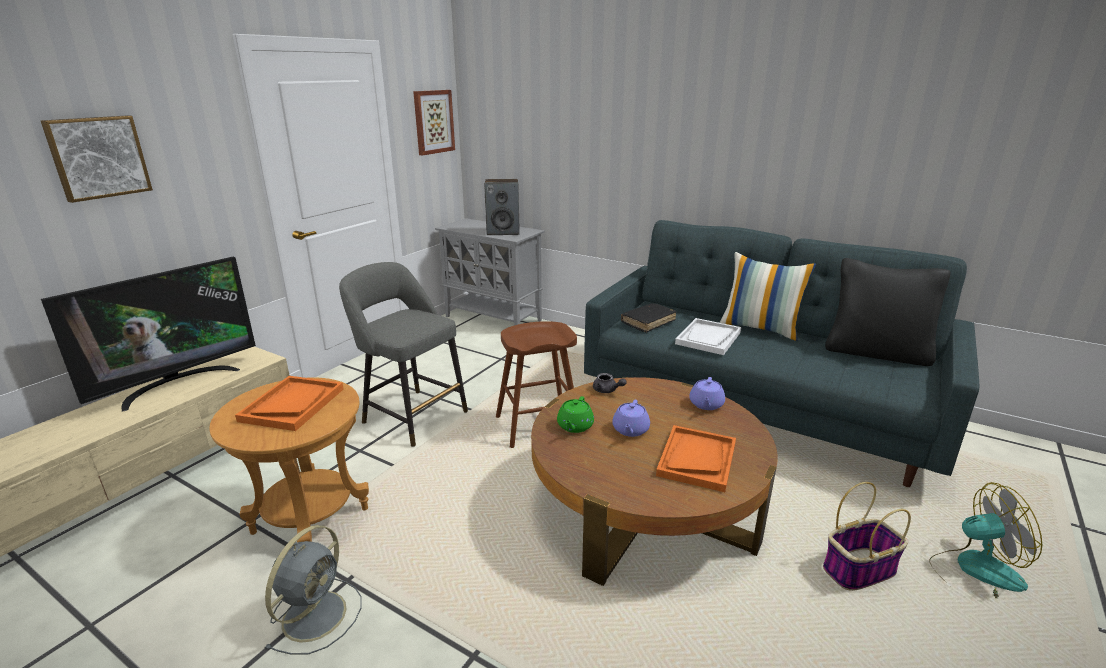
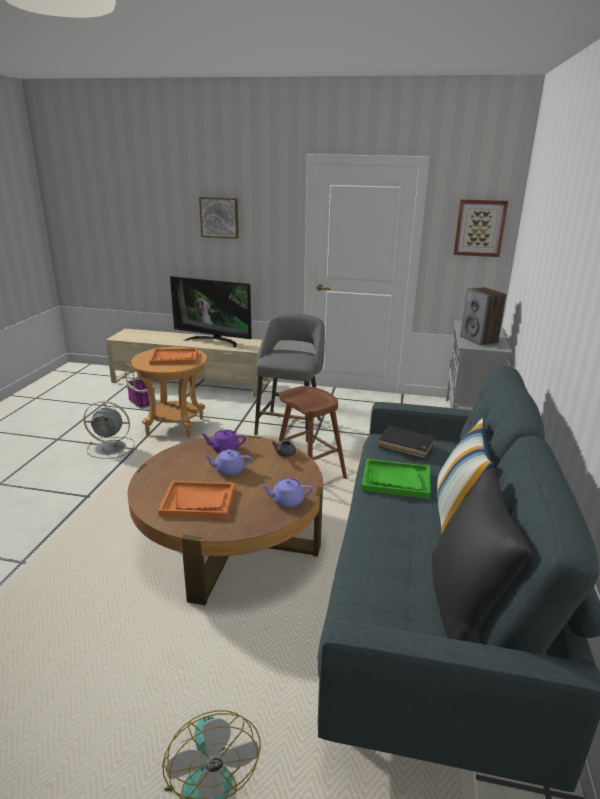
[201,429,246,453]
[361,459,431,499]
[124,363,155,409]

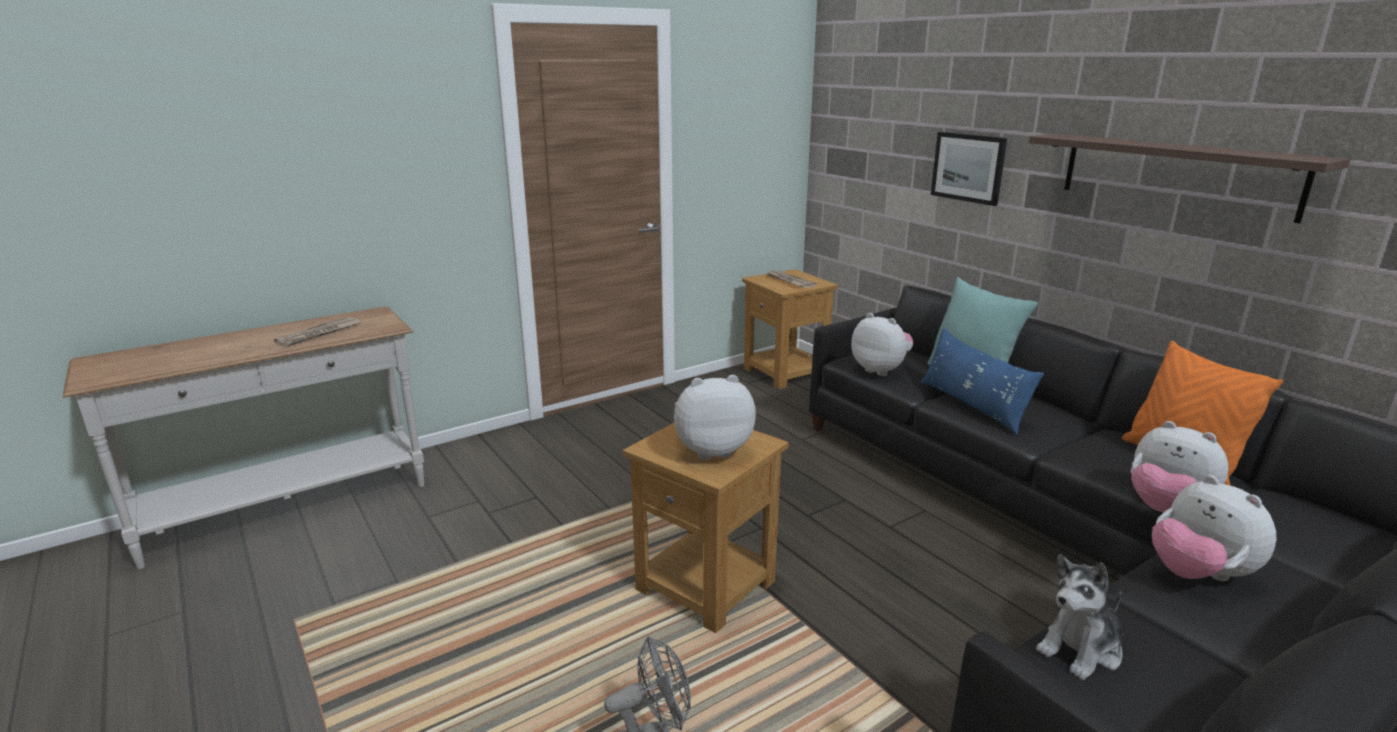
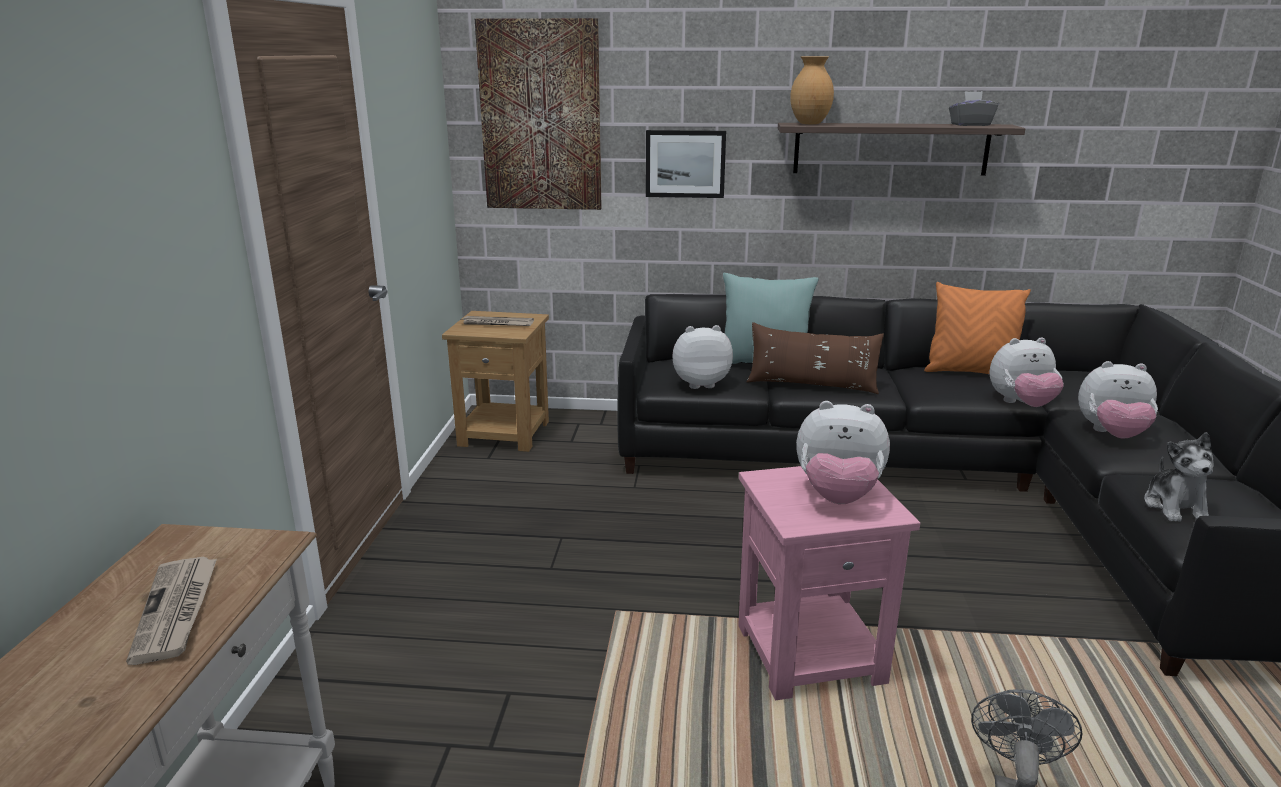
[738,466,920,700]
[796,401,890,504]
[747,322,884,394]
[475,18,602,210]
[790,56,834,124]
[949,91,998,126]

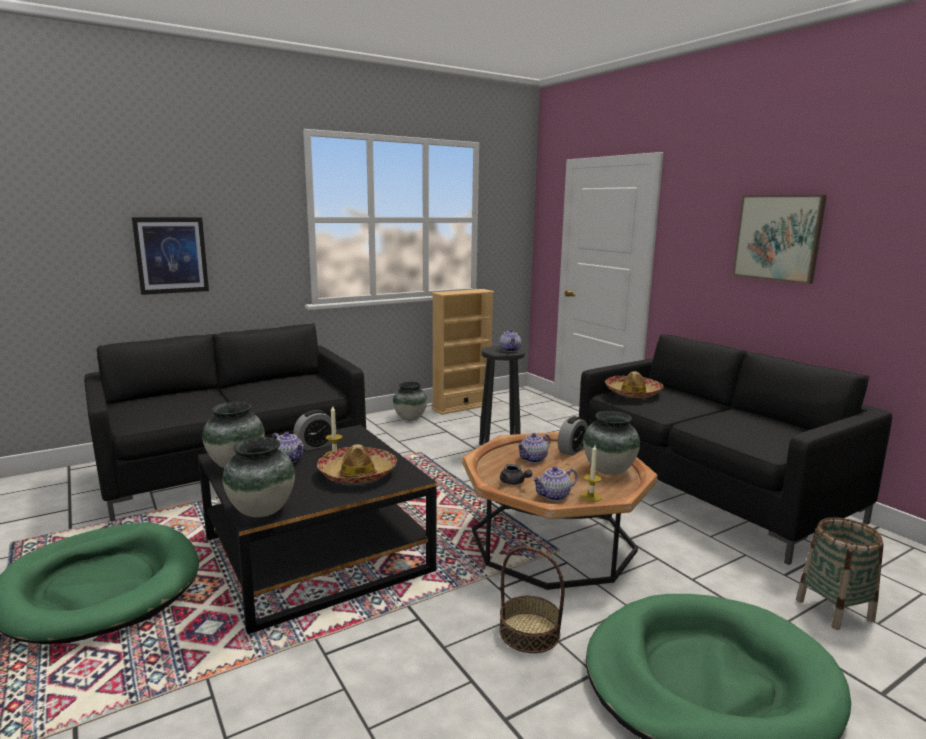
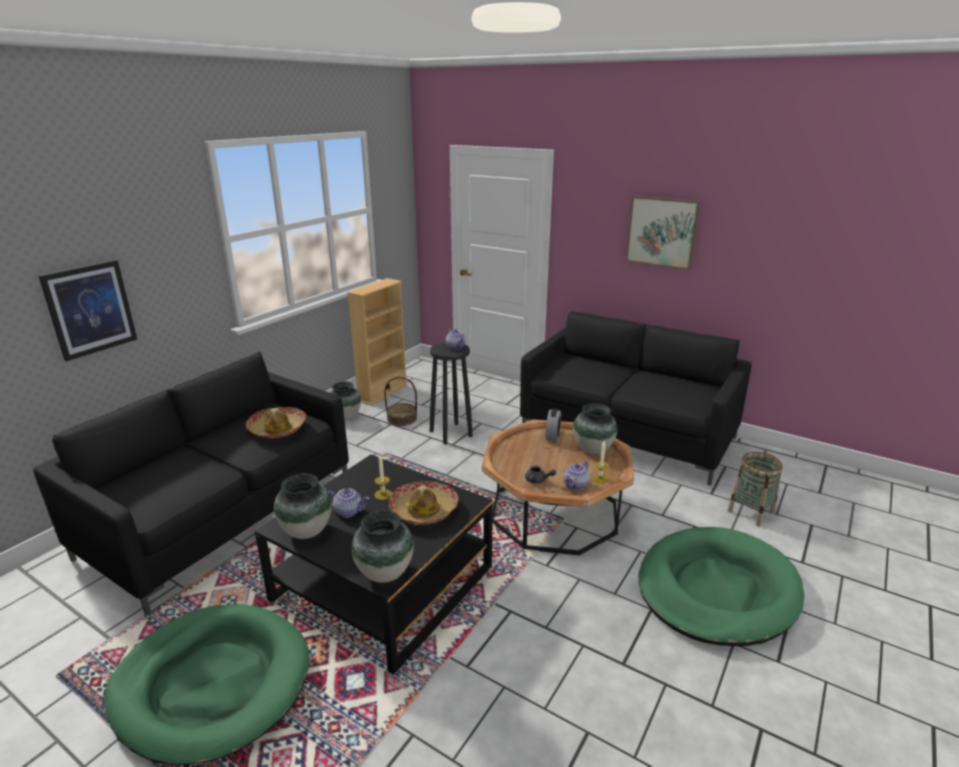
[293,410,337,451] (first image)
[384,377,417,426]
[517,433,551,463] (first image)
[246,407,306,438]

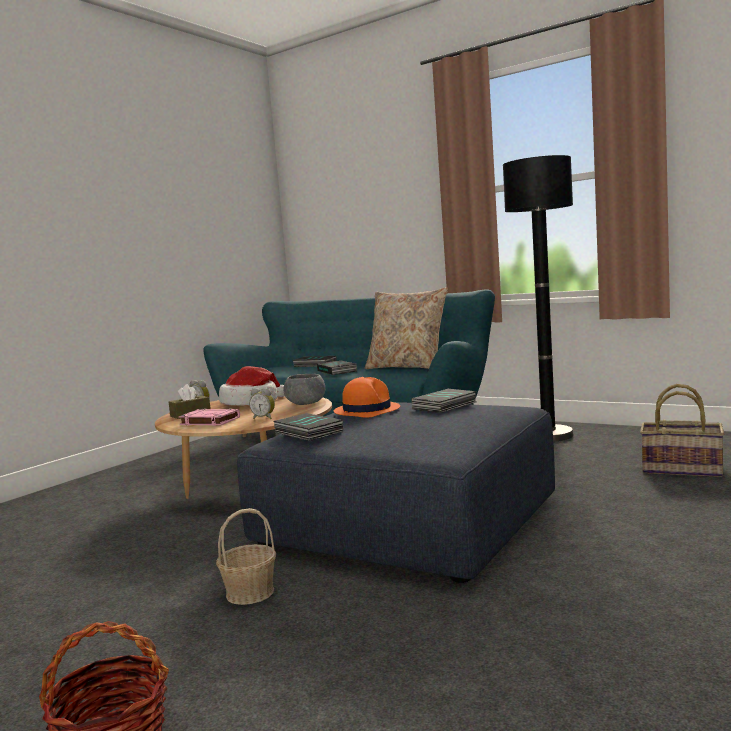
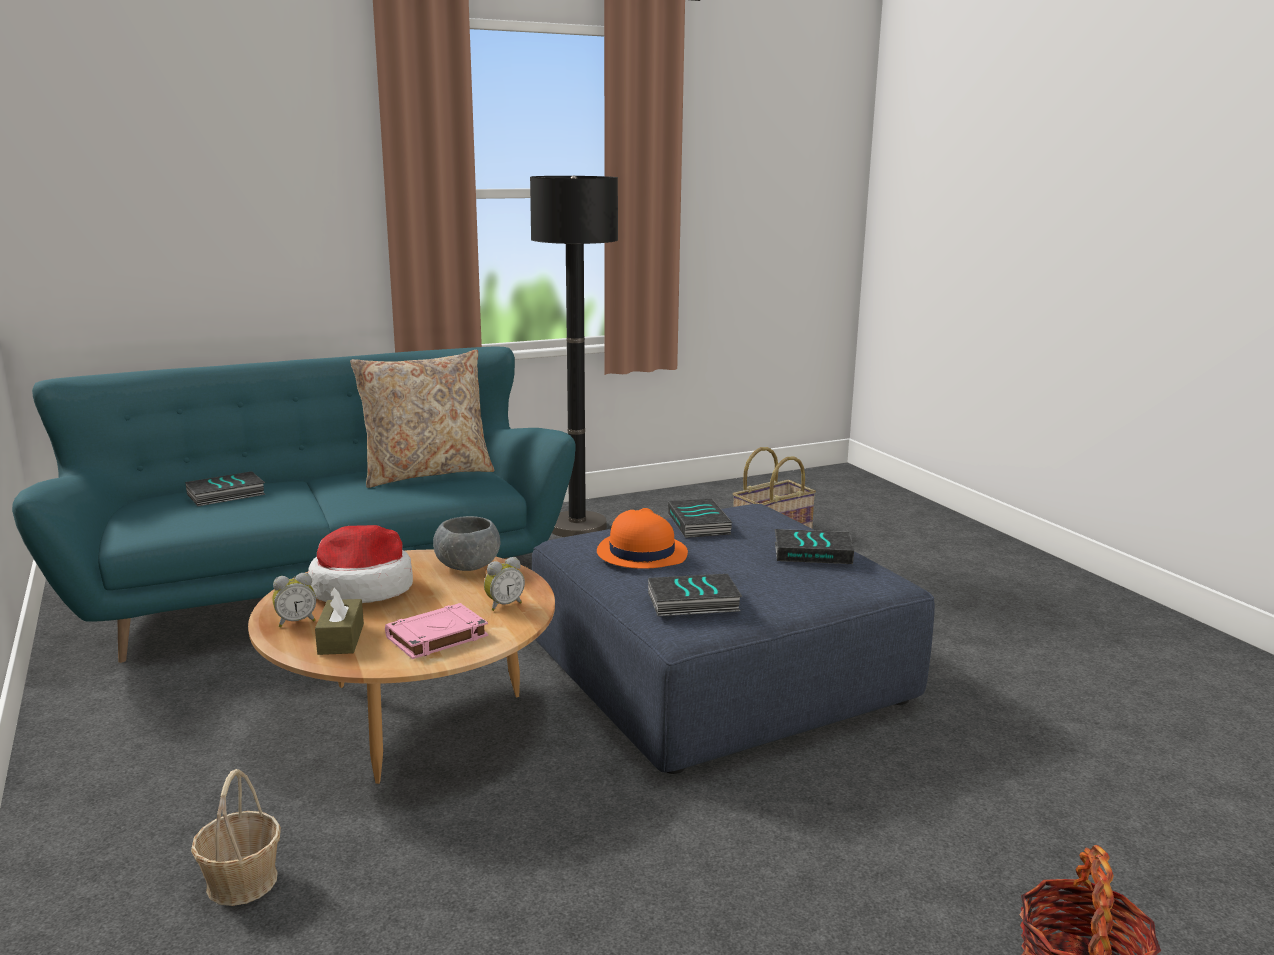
[191,769,281,906]
[774,529,854,564]

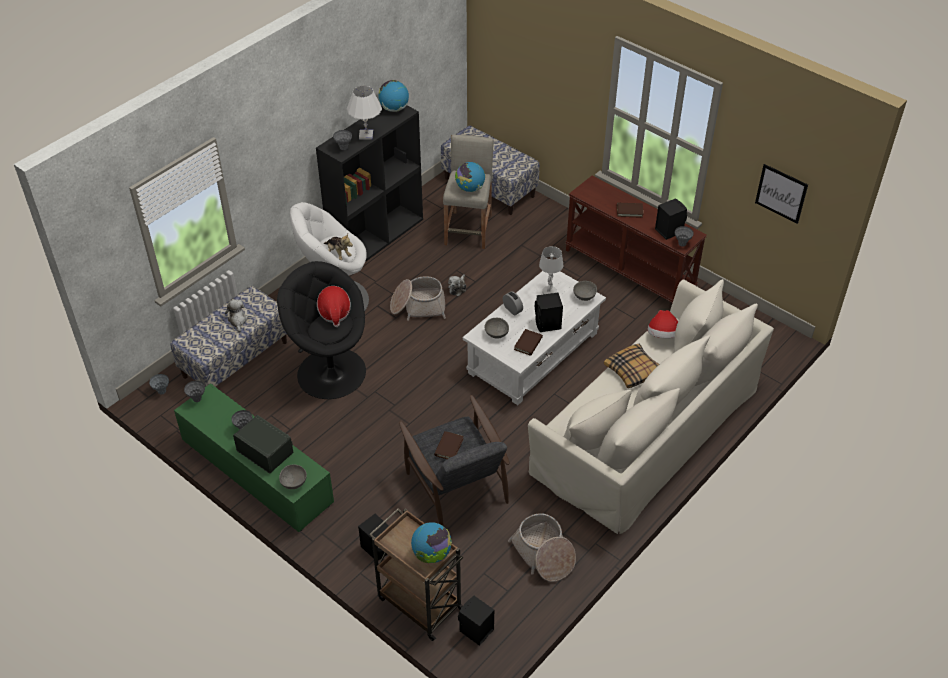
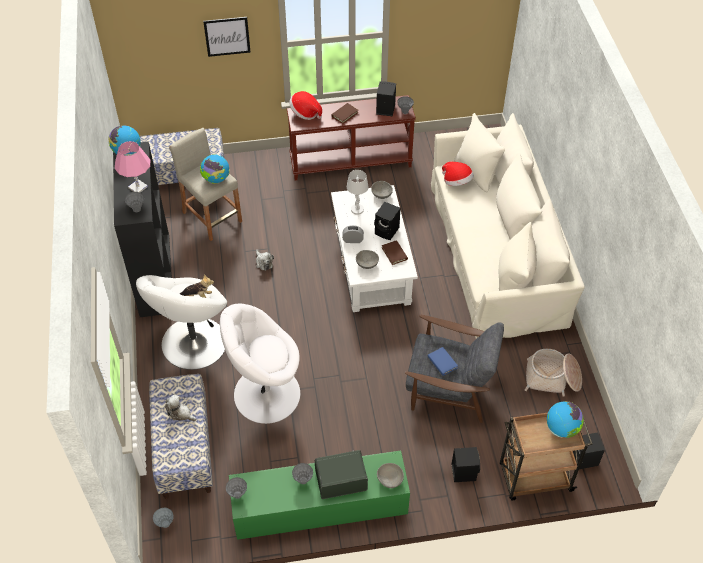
[220,303,300,424]
[290,91,322,120]
[115,141,151,193]
[390,276,446,321] (first image)
[428,347,458,376]
[604,344,659,388] (first image)
[203,17,250,57]

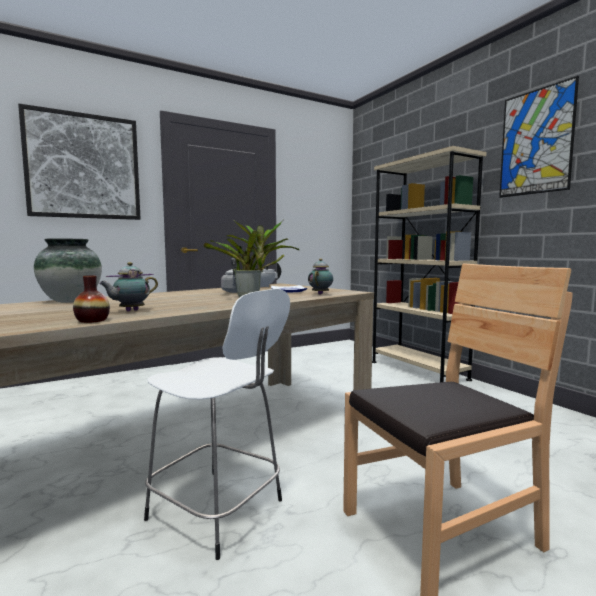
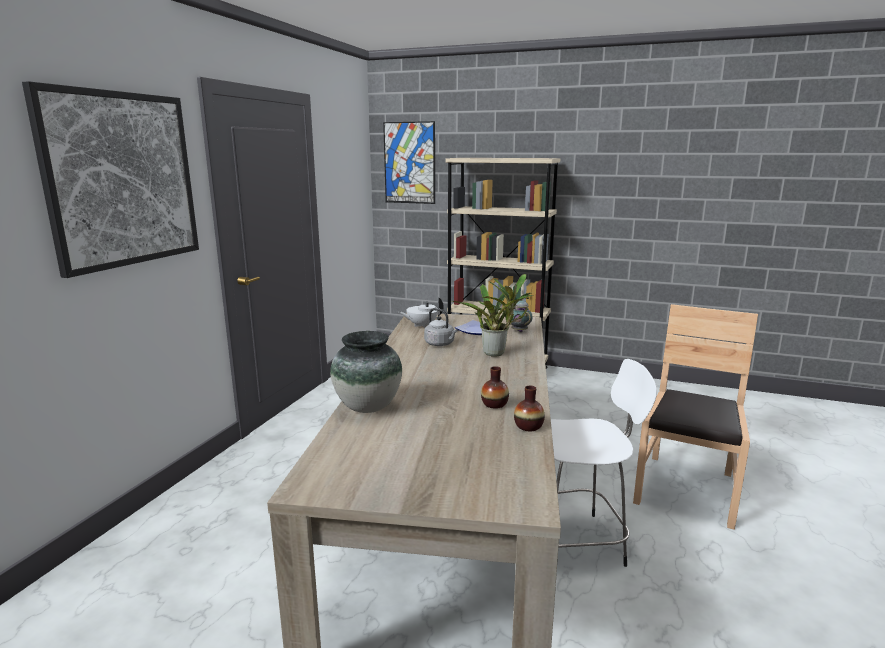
[481,366,509,409]
[383,121,435,204]

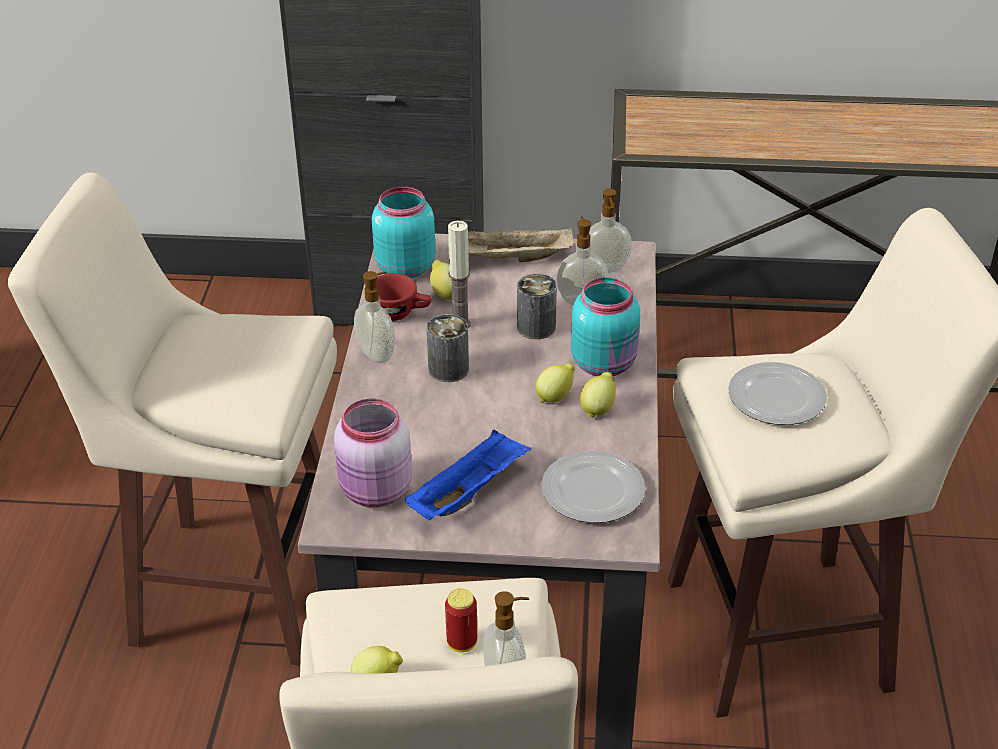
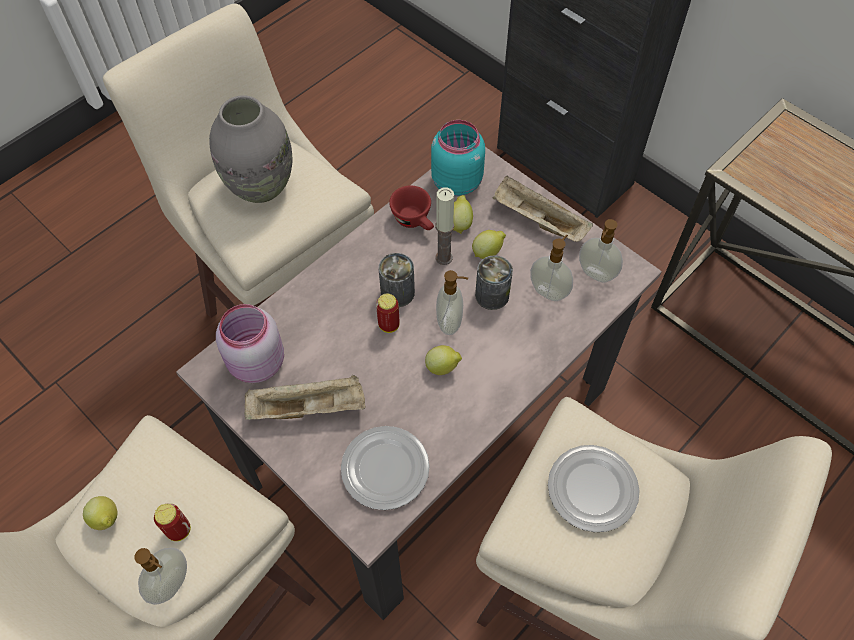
[436,270,468,335]
[244,375,365,420]
[571,277,640,376] (first image)
[472,230,506,259]
[209,95,292,203]
[376,293,400,333]

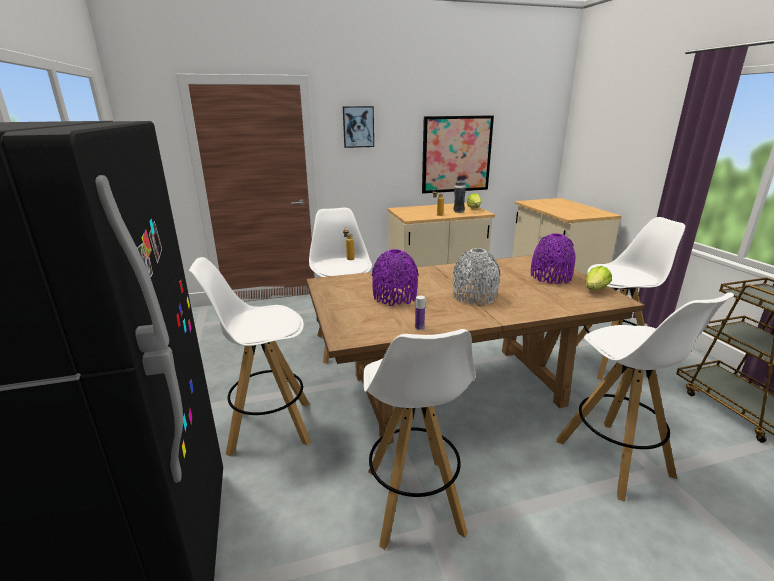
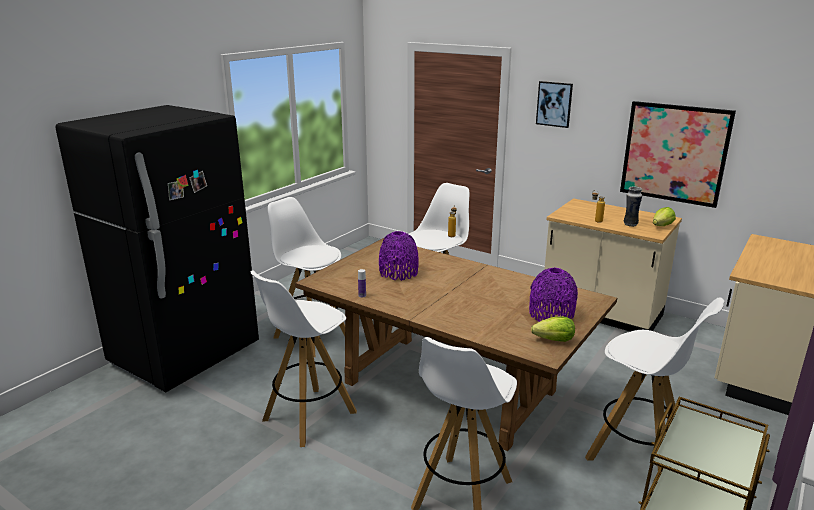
[453,248,500,305] (first image)

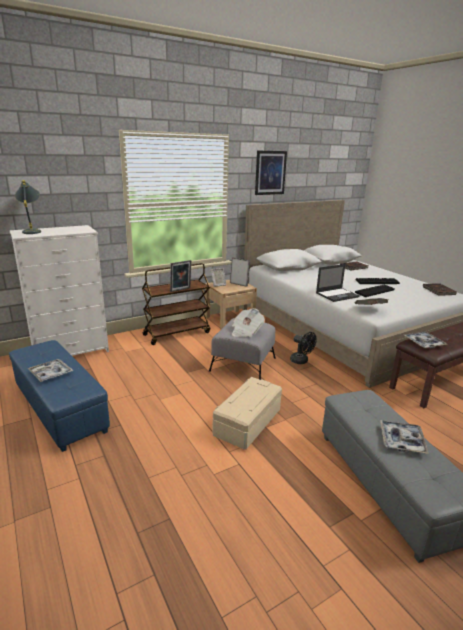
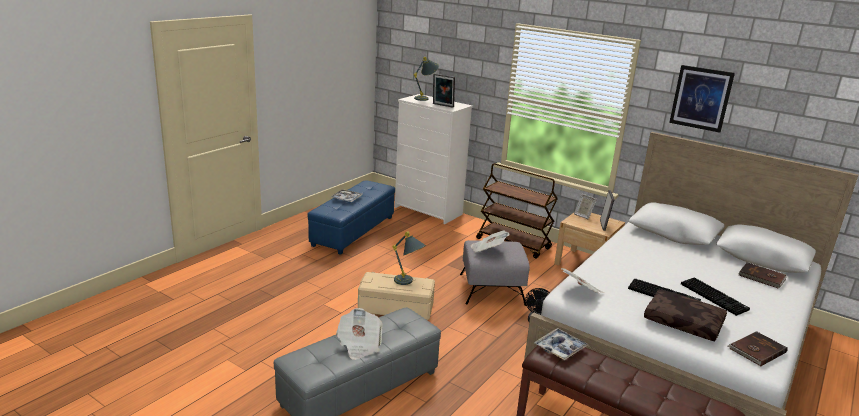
[433,74,455,108]
[316,264,360,302] (first image)
[336,308,383,360]
[393,231,426,285]
[644,289,727,341]

